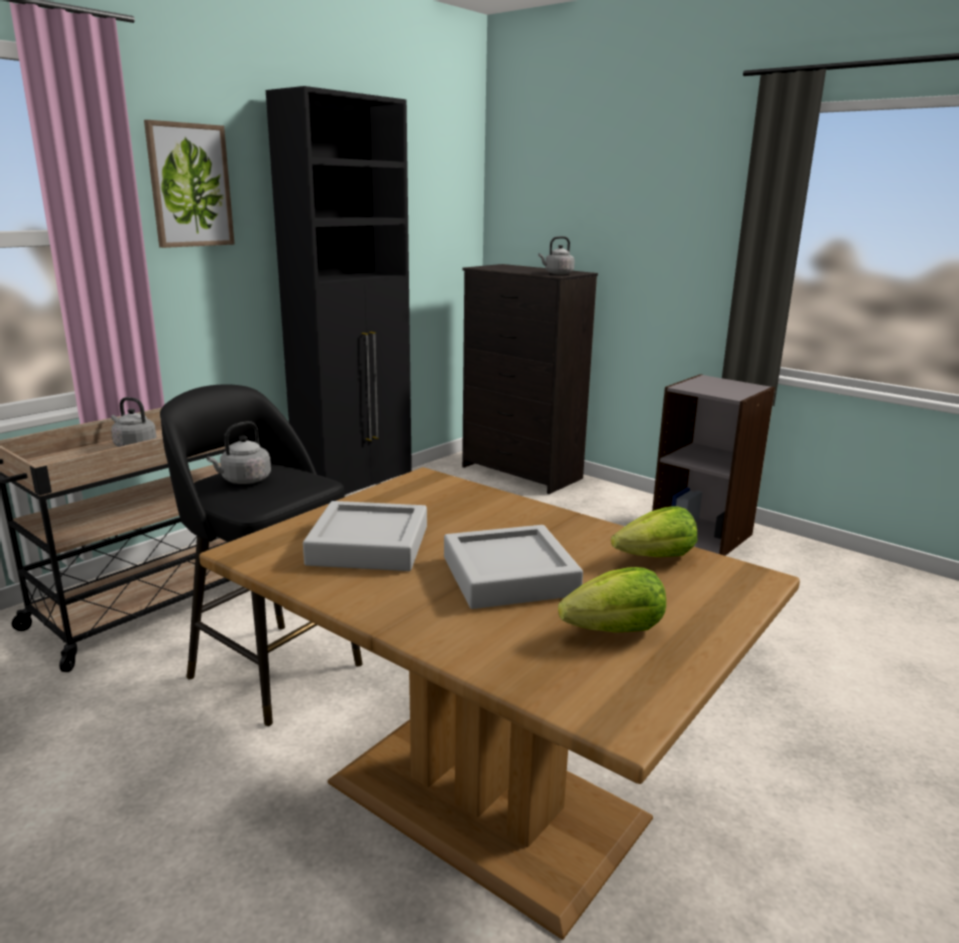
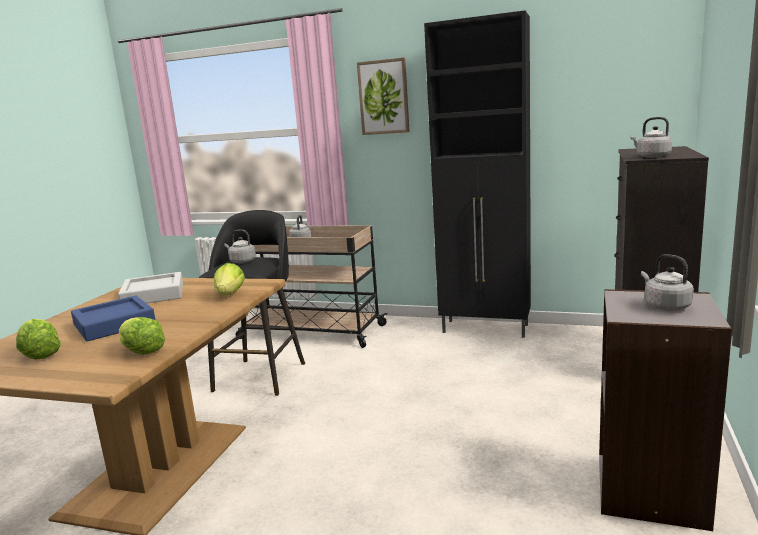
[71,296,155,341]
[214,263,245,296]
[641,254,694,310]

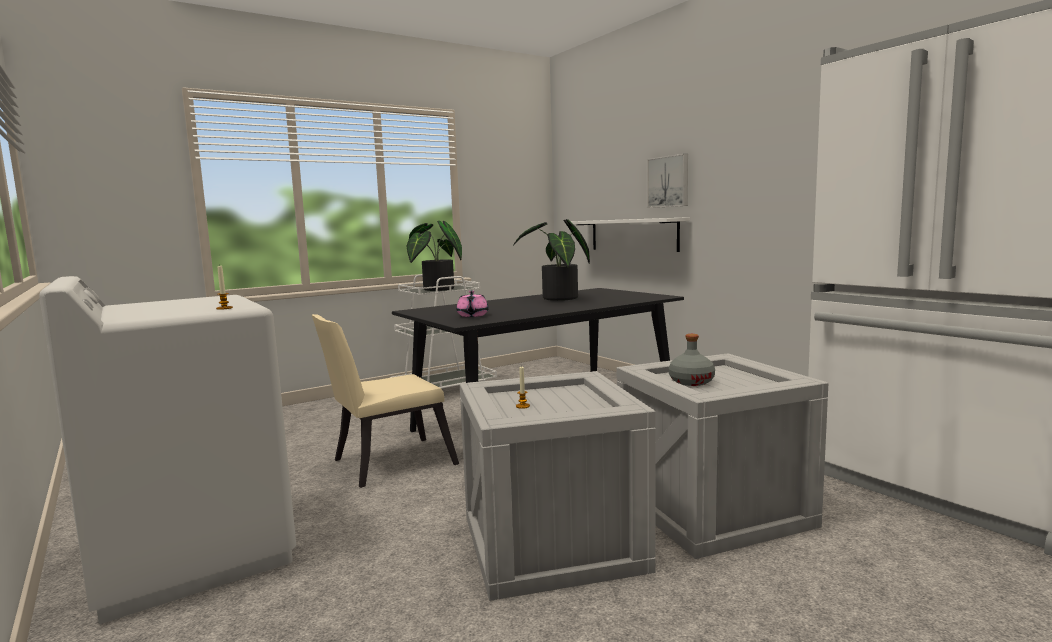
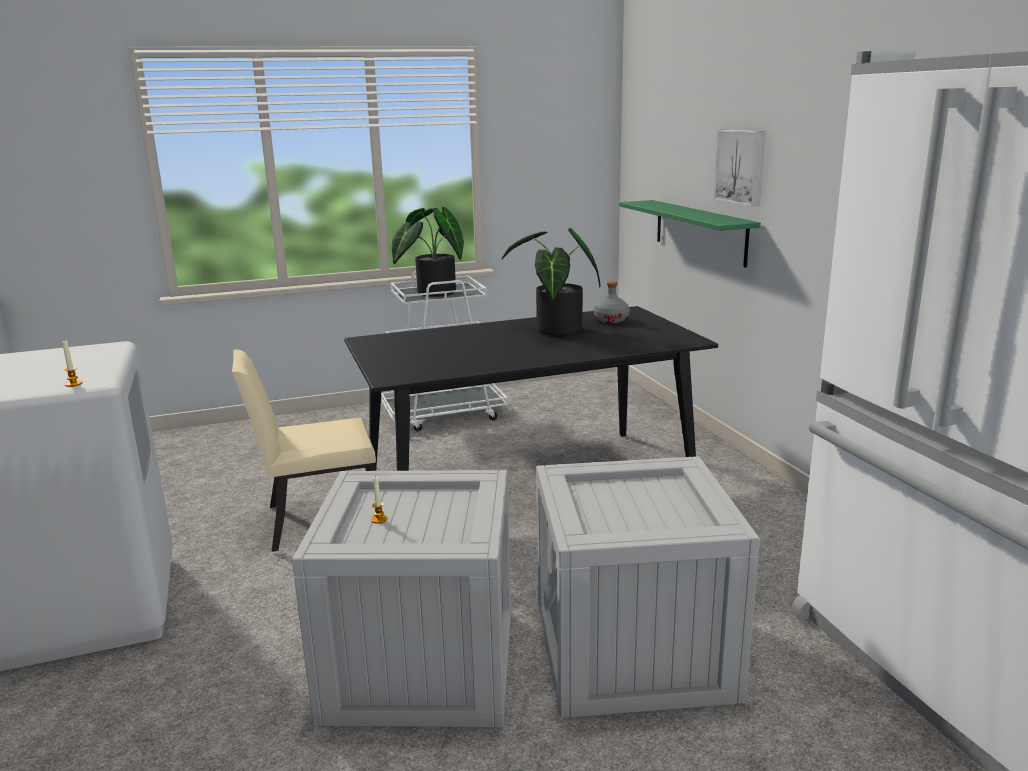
[456,290,489,317] (first image)
[619,200,761,268]
[594,281,630,323]

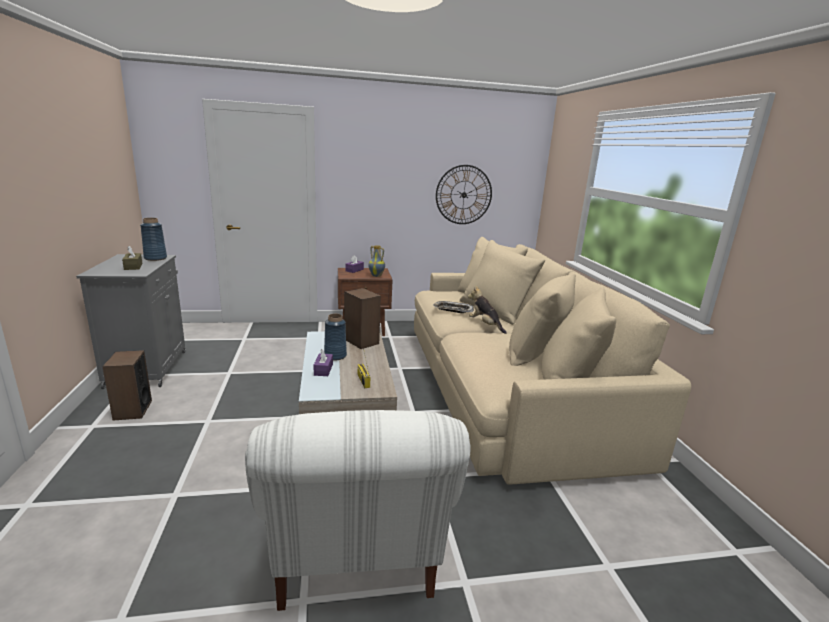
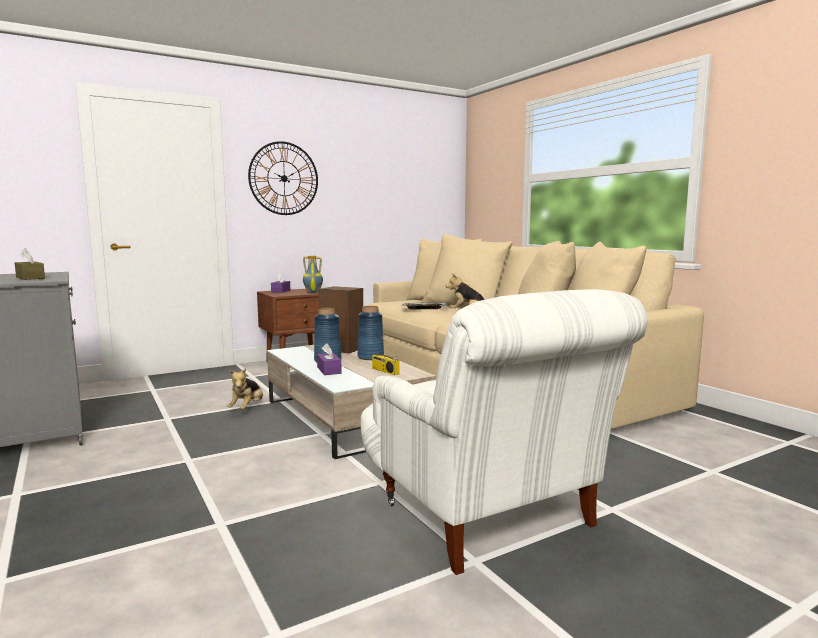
[102,350,152,420] (first image)
[358,306,384,360]
[248,141,318,215]
[227,368,263,410]

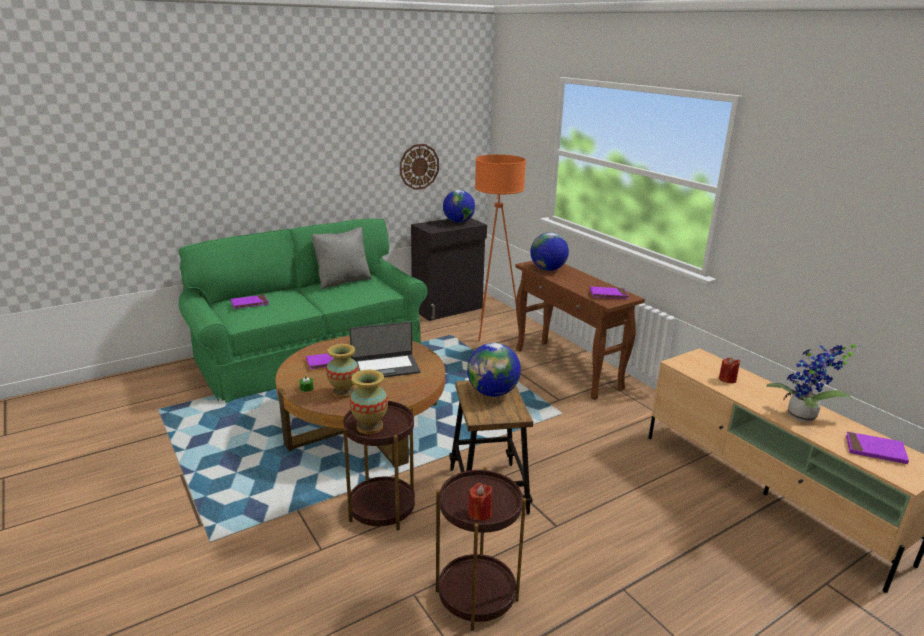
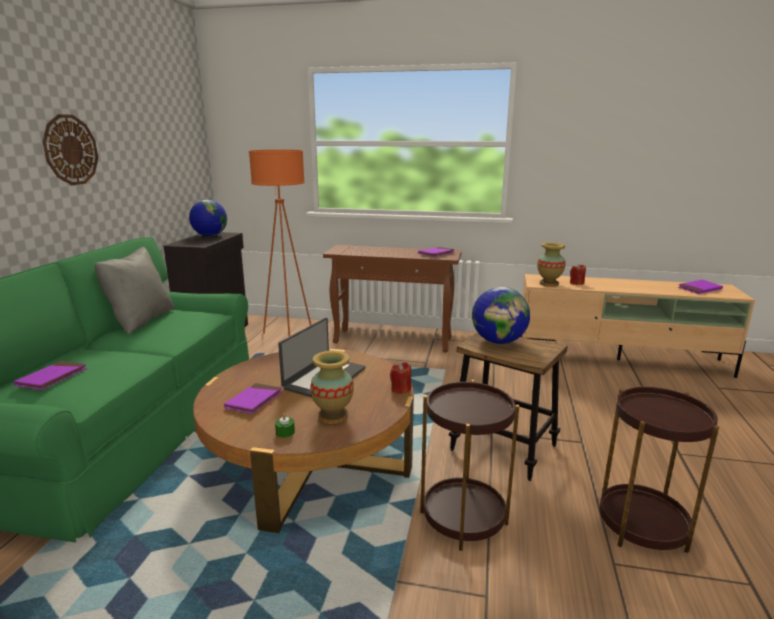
[537,243,565,287]
[42,114,98,185]
[390,362,411,394]
[530,232,569,271] (first image)
[766,343,862,422] (first image)

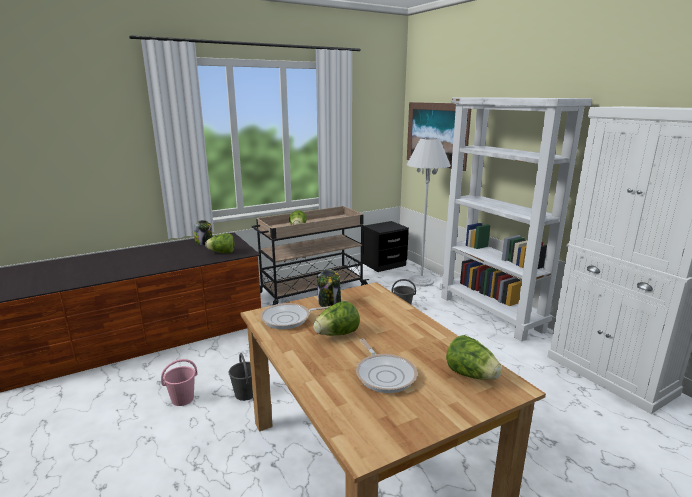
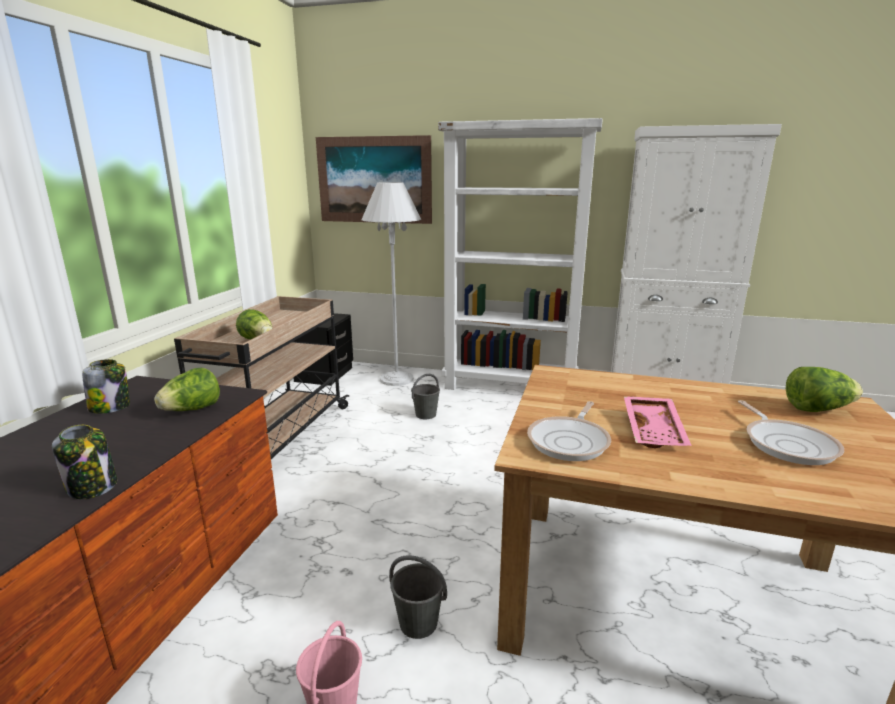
[624,396,692,448]
[52,425,117,499]
[738,400,844,465]

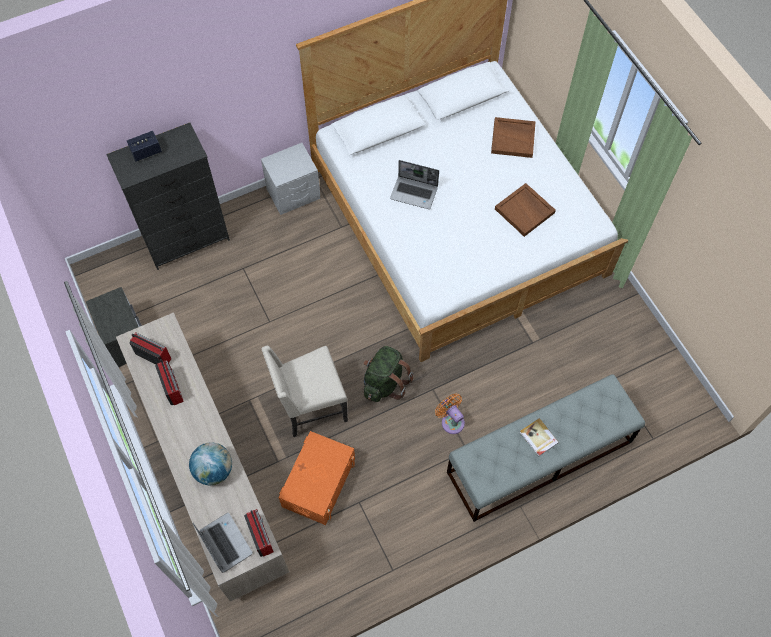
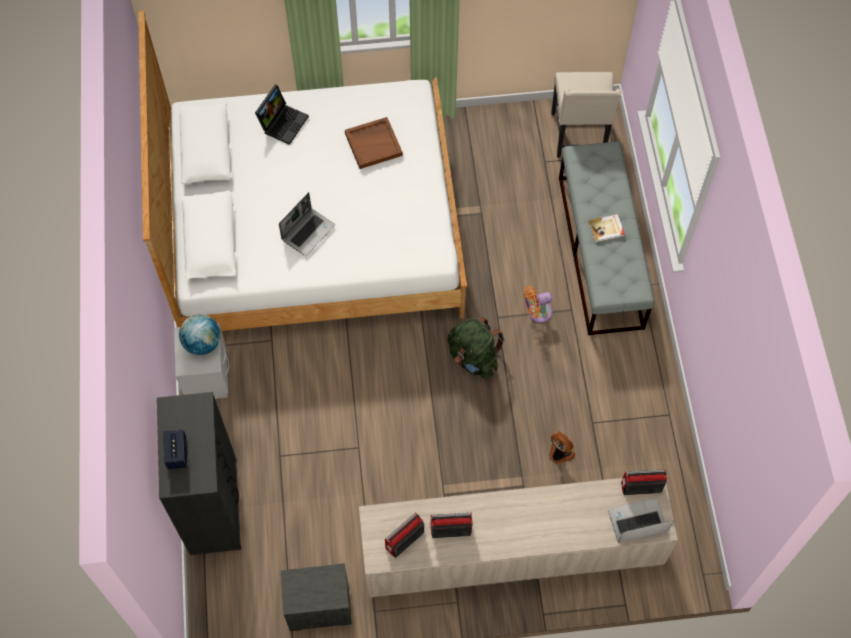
[179,314,221,355]
[551,72,621,158]
[549,431,575,464]
[255,85,309,145]

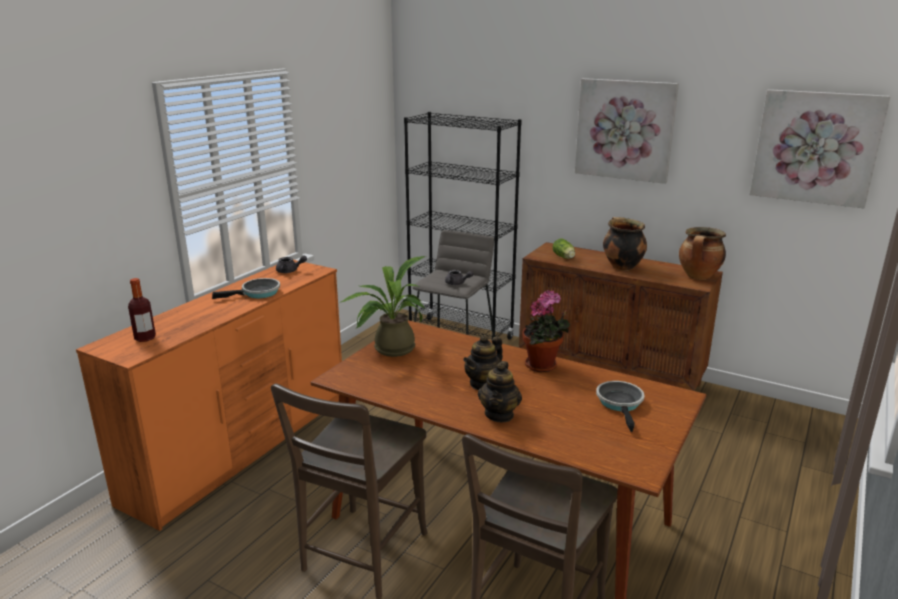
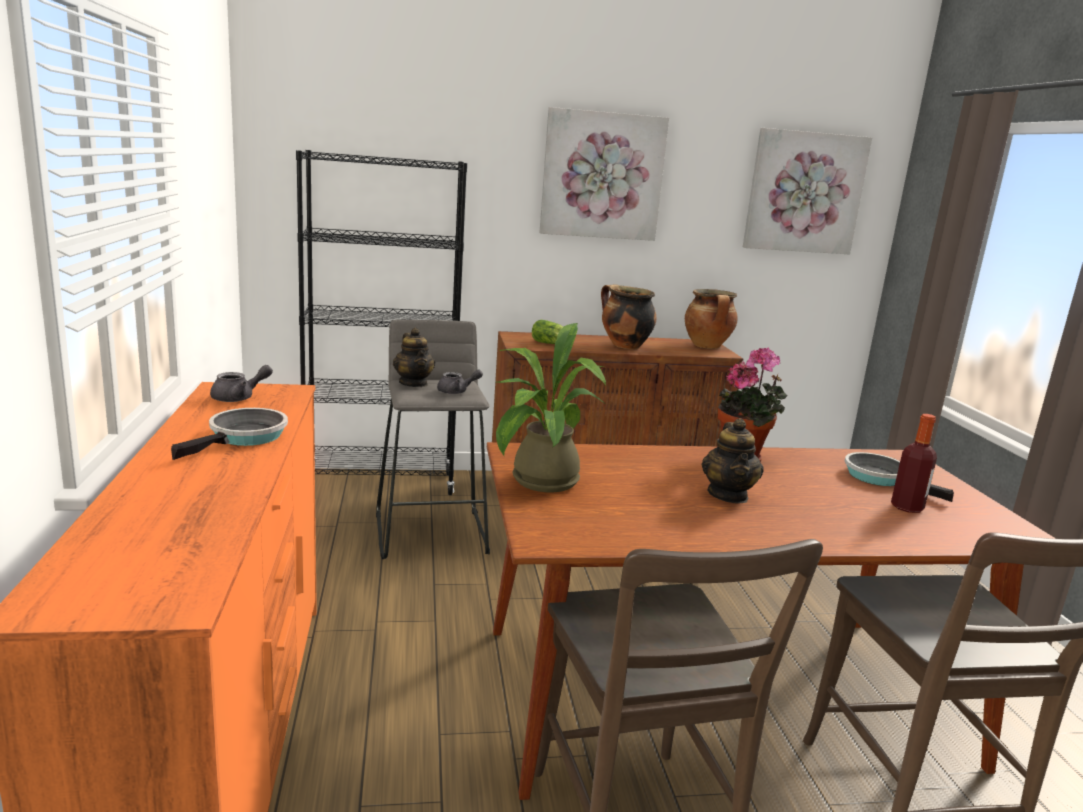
[891,414,937,513]
[393,328,435,387]

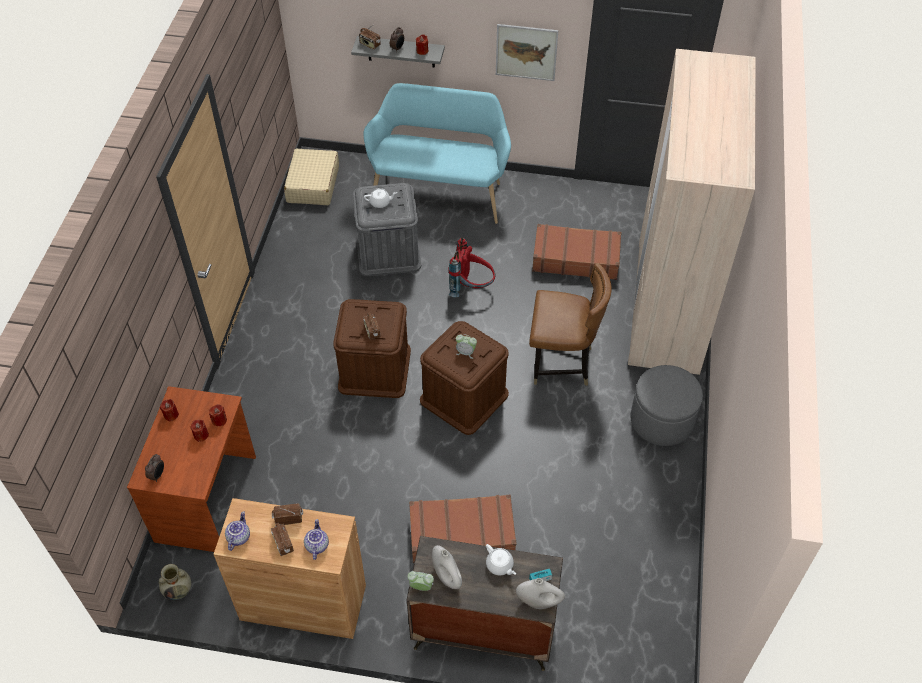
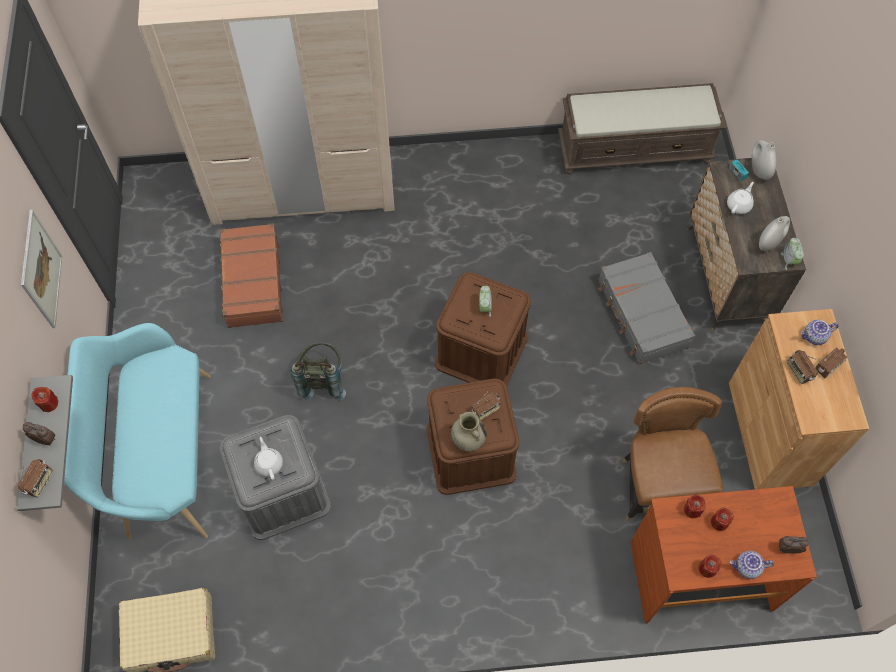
[451,412,487,451]
[730,551,774,579]
[598,252,695,364]
[290,342,346,401]
[622,387,723,521]
[630,365,703,446] (first image)
[558,83,727,174]

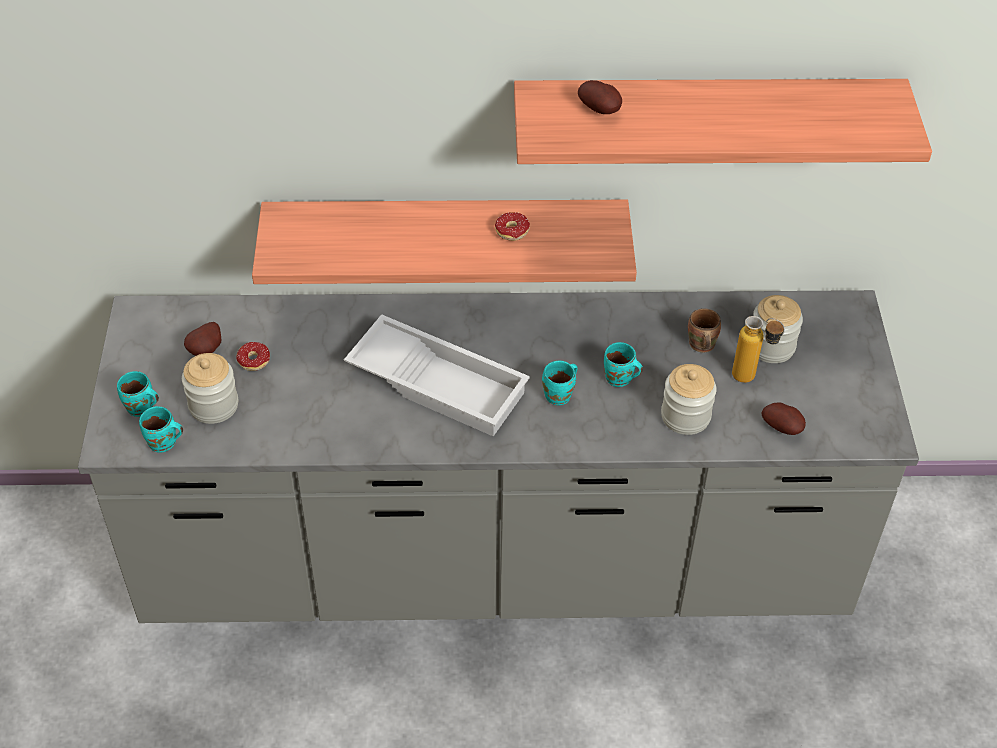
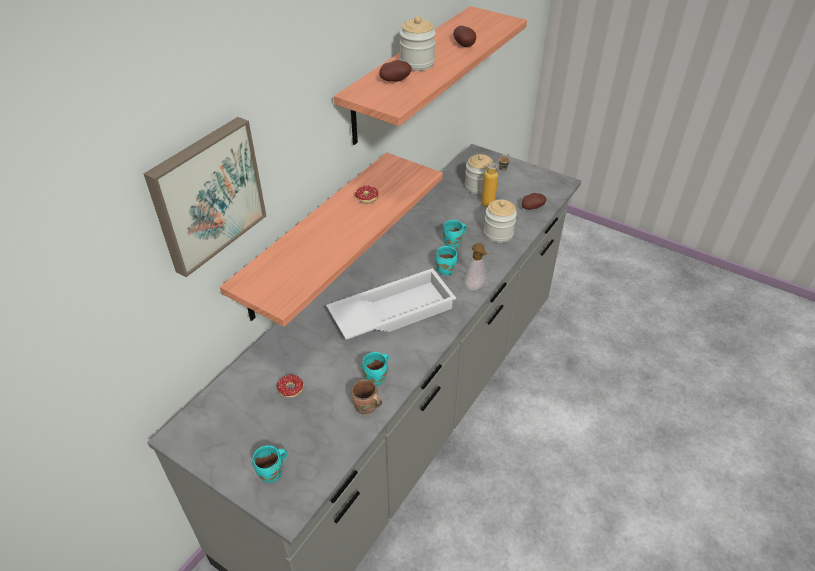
[362,352,389,386]
[400,16,436,71]
[453,26,476,47]
[351,379,382,415]
[144,117,266,277]
[464,243,487,291]

